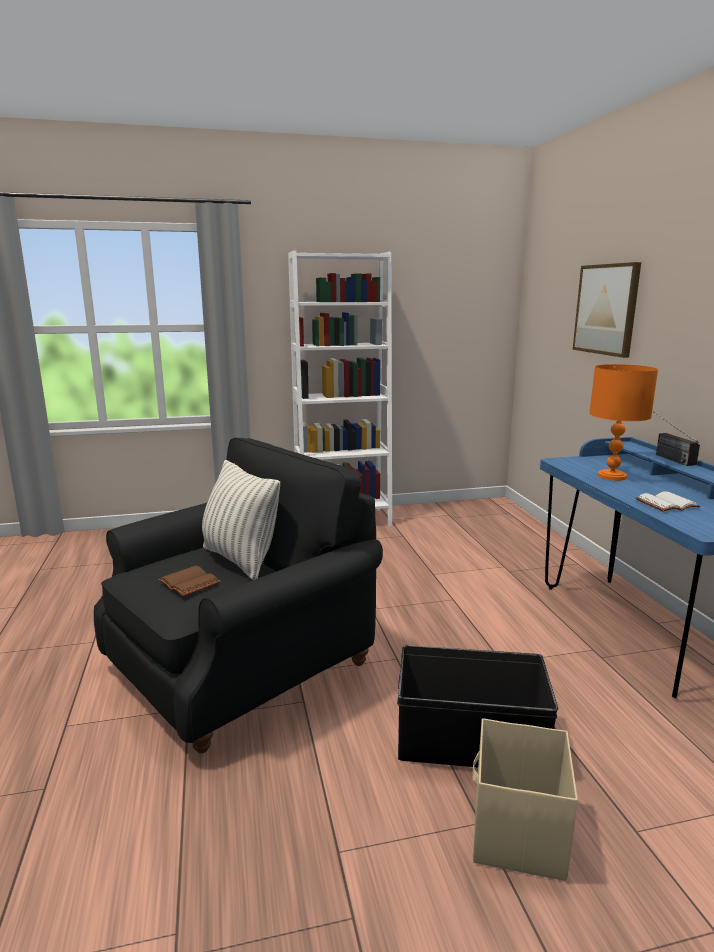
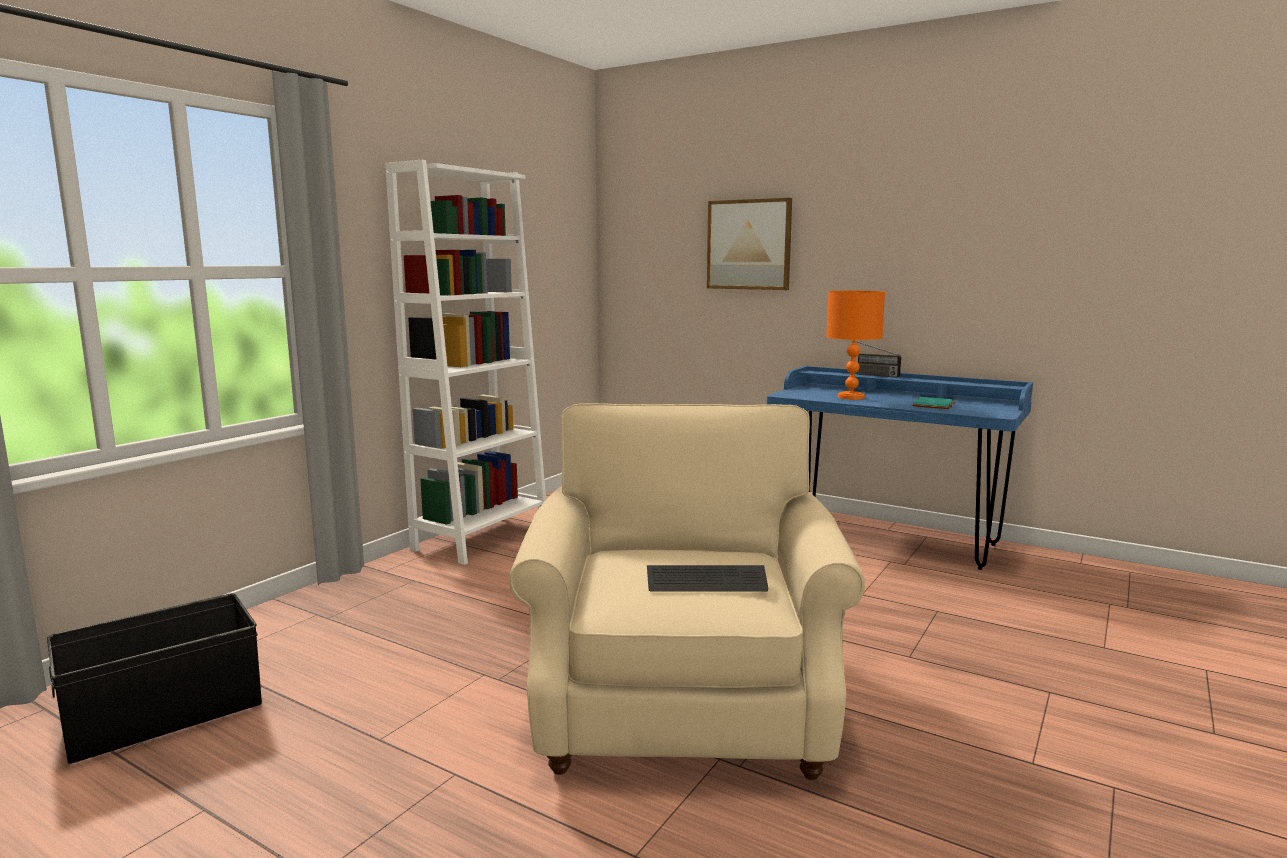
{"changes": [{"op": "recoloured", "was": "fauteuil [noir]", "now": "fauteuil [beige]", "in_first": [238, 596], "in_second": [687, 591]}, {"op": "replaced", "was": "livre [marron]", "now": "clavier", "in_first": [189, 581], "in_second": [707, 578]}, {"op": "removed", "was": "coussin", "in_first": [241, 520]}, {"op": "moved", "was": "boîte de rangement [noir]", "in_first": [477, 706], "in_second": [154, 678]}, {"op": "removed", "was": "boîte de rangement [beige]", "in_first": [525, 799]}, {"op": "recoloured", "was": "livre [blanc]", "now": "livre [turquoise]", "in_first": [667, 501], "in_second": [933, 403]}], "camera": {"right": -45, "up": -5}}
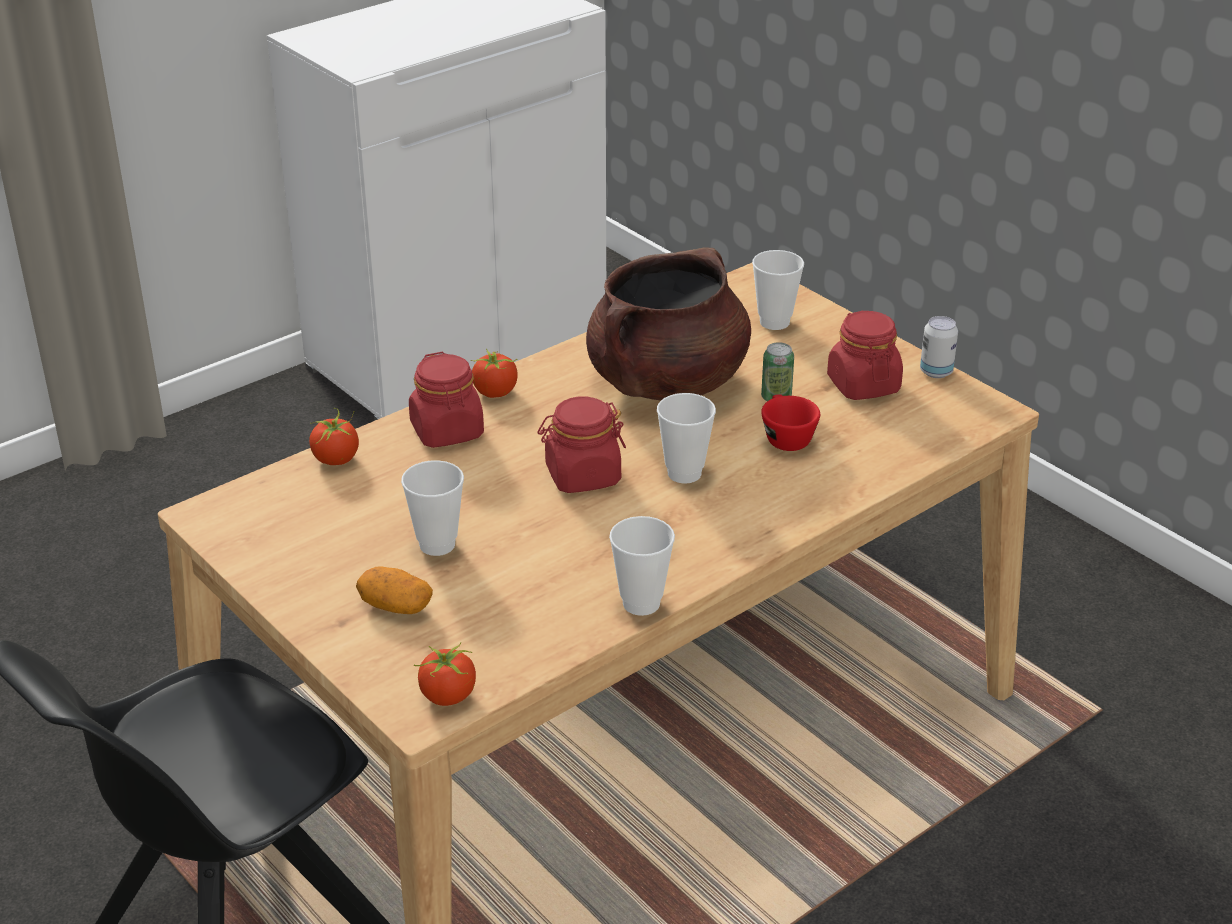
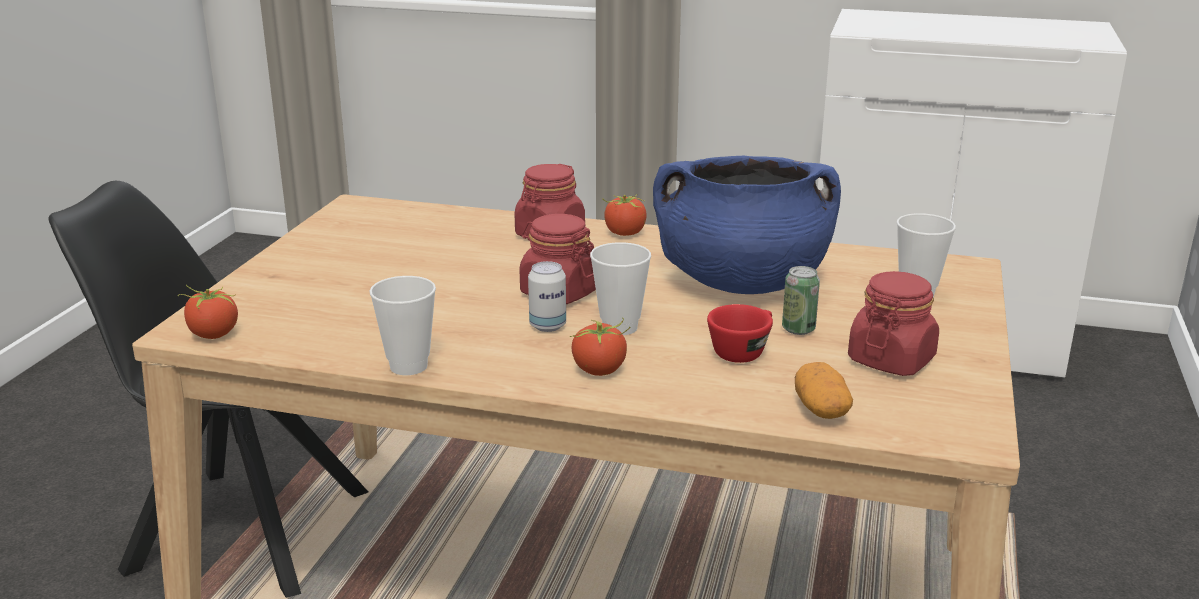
{"changes": [{"op": "moved", "was": "tomate", "in_first": [334, 436], "in_second": [599, 346]}, {"op": "moved", "was": "pomme de terre", "in_first": [394, 590], "in_second": [824, 390]}, {"op": "removed", "was": "tasse", "in_first": [432, 508]}, {"op": "recoloured", "was": "marmite [marron]", "now": "marmite [bleu]", "in_first": [668, 324], "in_second": [747, 225]}, {"op": "moved", "was": "boîte métallique", "in_first": [939, 347], "in_second": [547, 296]}], "camera": {"right": 55, "up": -10}}
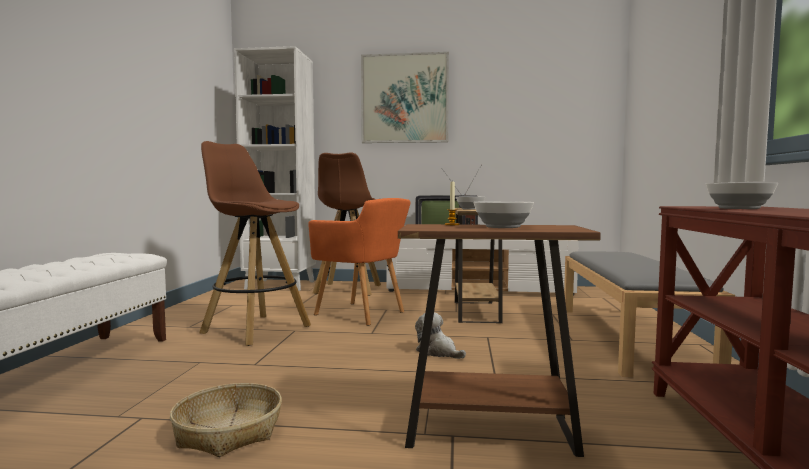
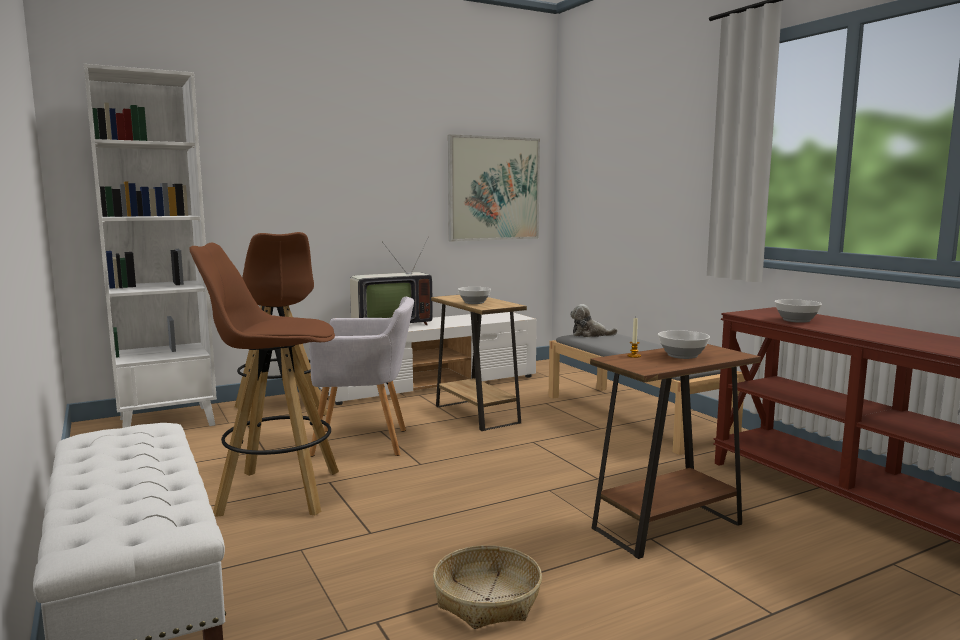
{"changes": [{"op": "recoloured", "was": "fauteuil [orange]", "now": "fauteuil [gris]", "in_first": [359, 261], "in_second": [361, 377]}, {"op": "moved", "was": "tableau", "in_first": [405, 97], "in_second": [494, 188]}, {"op": "moved", "was": "peluche", "in_first": [440, 335], "in_second": [594, 320]}], "camera": {"right": -35, "up": 5}}
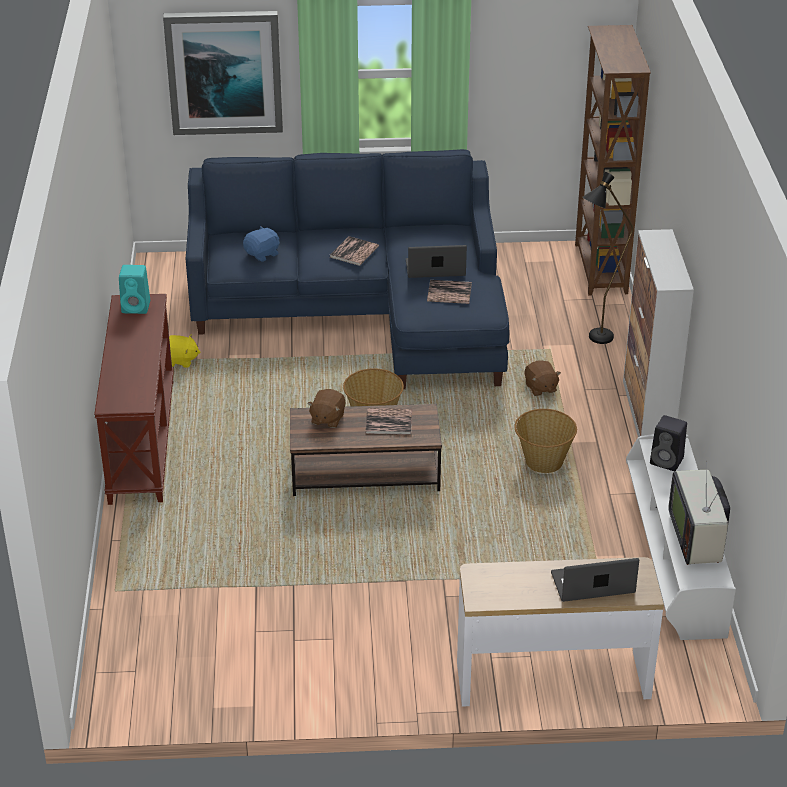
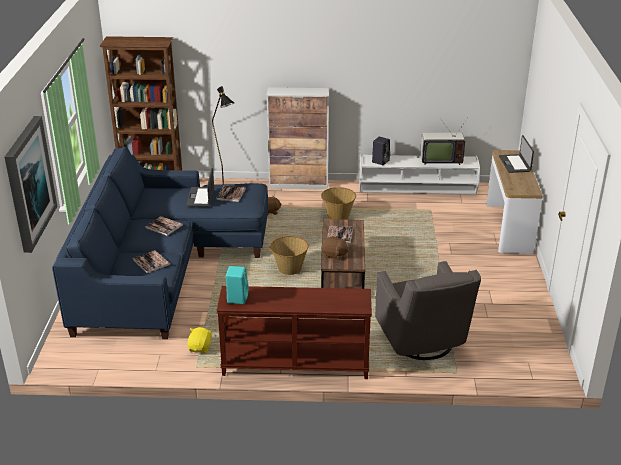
{"changes": [{"op": "replaced", "was": "peluche [bleu]", "now": "livre", "in_first": [261, 244], "in_second": [151, 261]}, {"op": "added", "now": "fauteuil [gris]", "in_second": [428, 310]}], "camera": {"right": -85, "up": -5}}
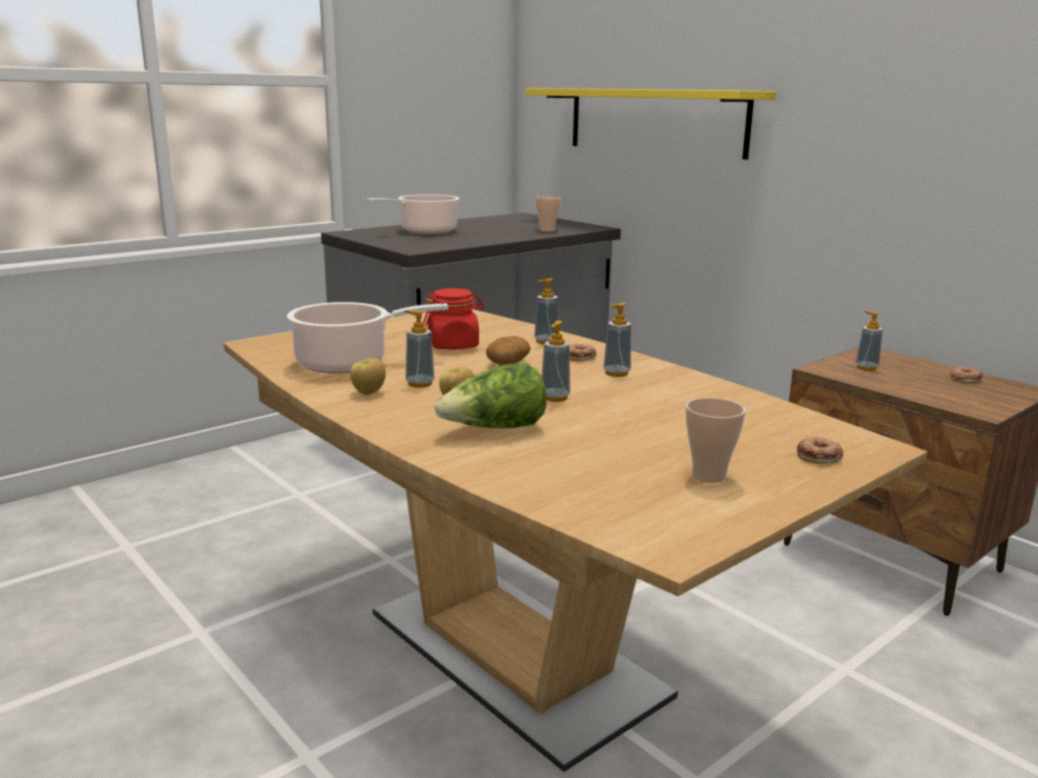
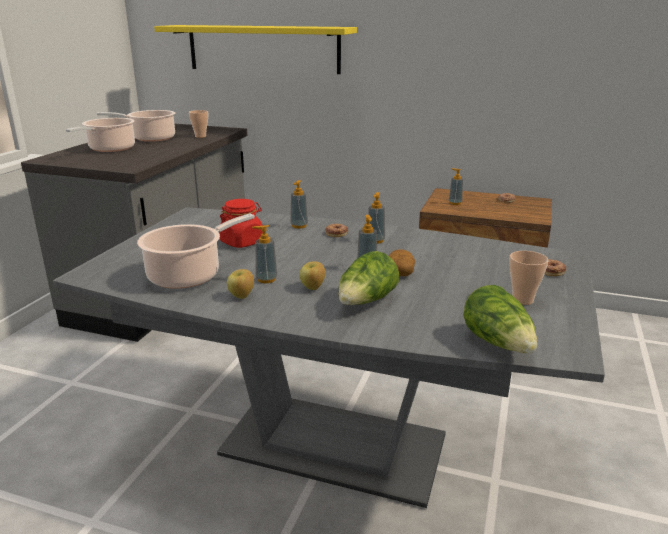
{"changes": [{"op": "recoloured", "was": "table à manger [marron]", "now": "table à manger [gris]", "in_first": [575, 540], "in_second": [329, 357]}, {"op": "moved", "was": "pomme de terre", "in_first": [508, 351], "in_second": [402, 262]}, {"op": "added", "now": "marmite", "in_second": [136, 126]}, {"op": "added", "now": "laitue", "in_second": [500, 319]}], "camera": {"right": -30, "up": 5}}
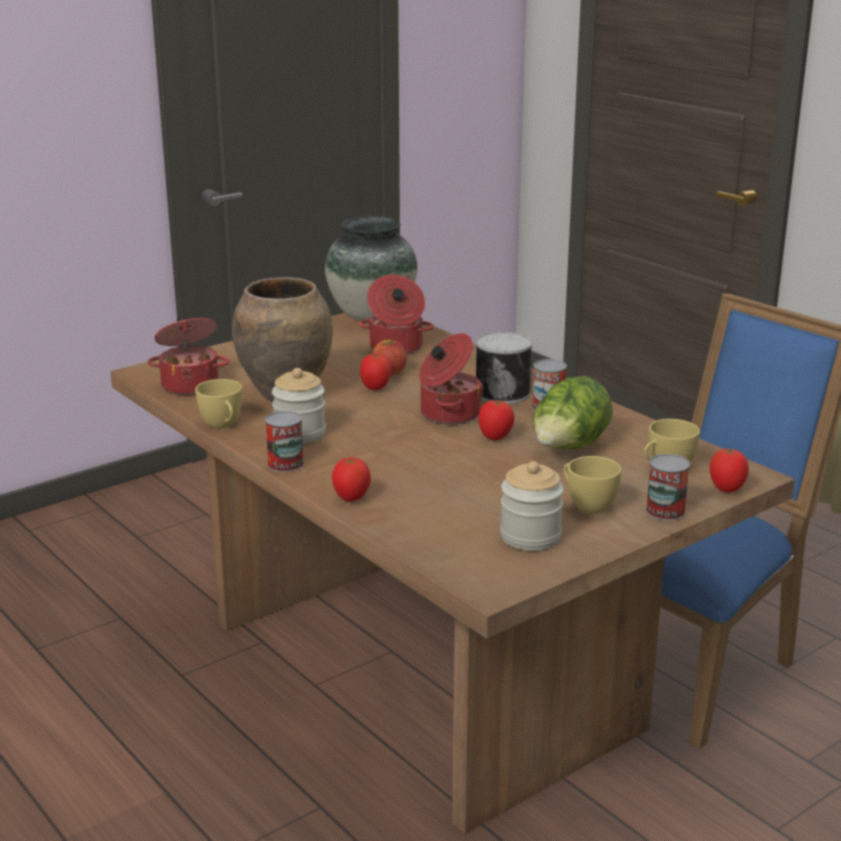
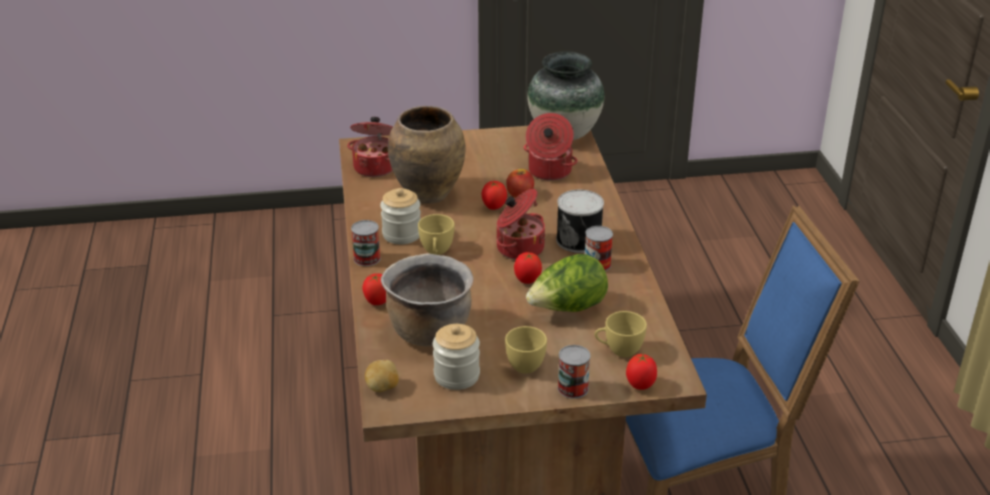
{"changes": [{"op": "moved", "was": "tasse [jaune]", "in_first": [218, 404], "in_second": [436, 234]}, {"op": "added", "now": "pomme de terre", "in_second": [382, 376]}, {"op": "added", "now": "marmite [marron]", "in_second": [427, 300]}], "camera": {"right": 30, "up": 10}}
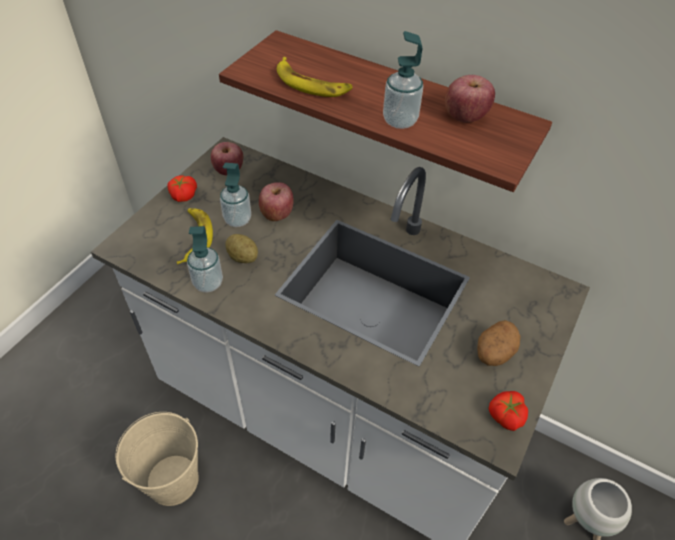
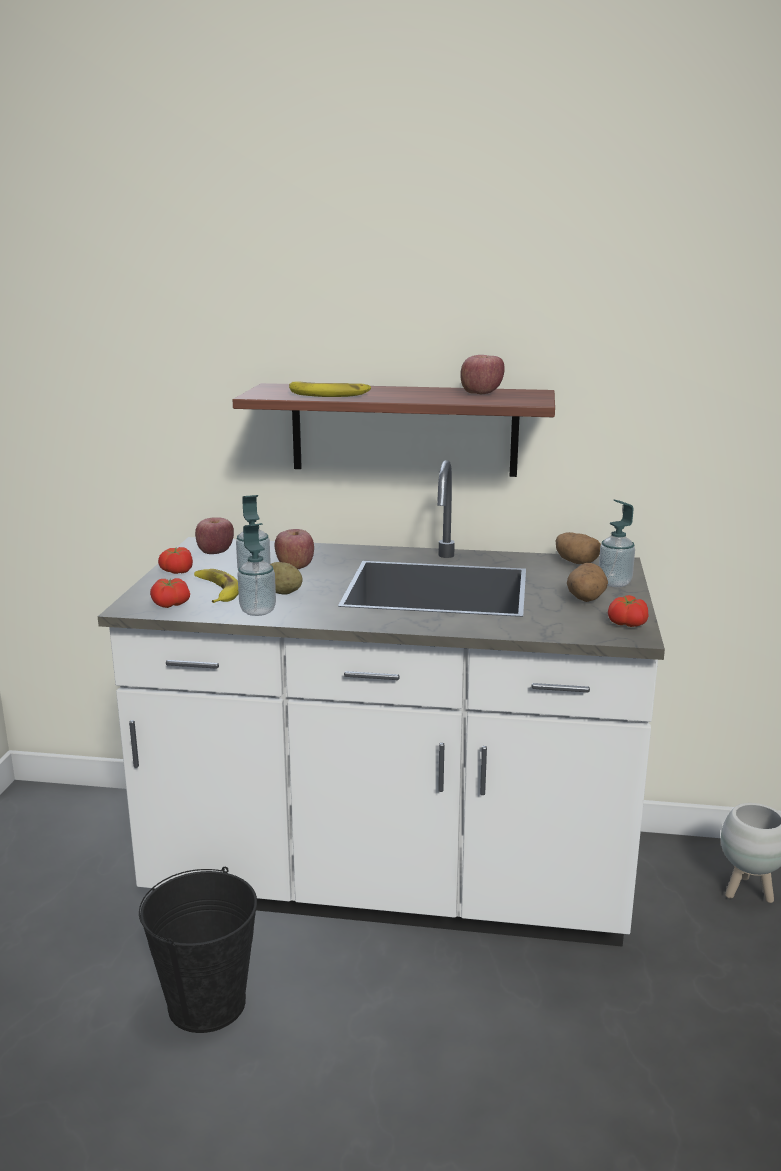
{"changes": [{"op": "recoloured", "was": "seau [beige]", "now": "seau [noir]", "in_first": [157, 459], "in_second": [198, 950]}, {"op": "moved", "was": "distributeur de savon", "in_first": [403, 80], "in_second": [617, 543]}, {"op": "added", "now": "tomate", "in_second": [170, 593]}, {"op": "added", "now": "pomme de terre", "in_second": [578, 548]}], "camera": {"right": -20, "up": -30}}
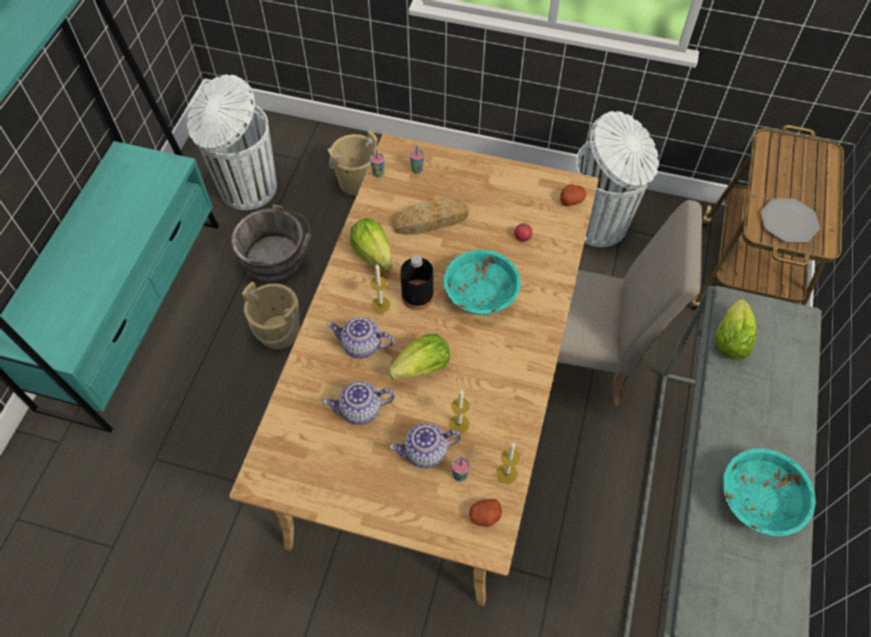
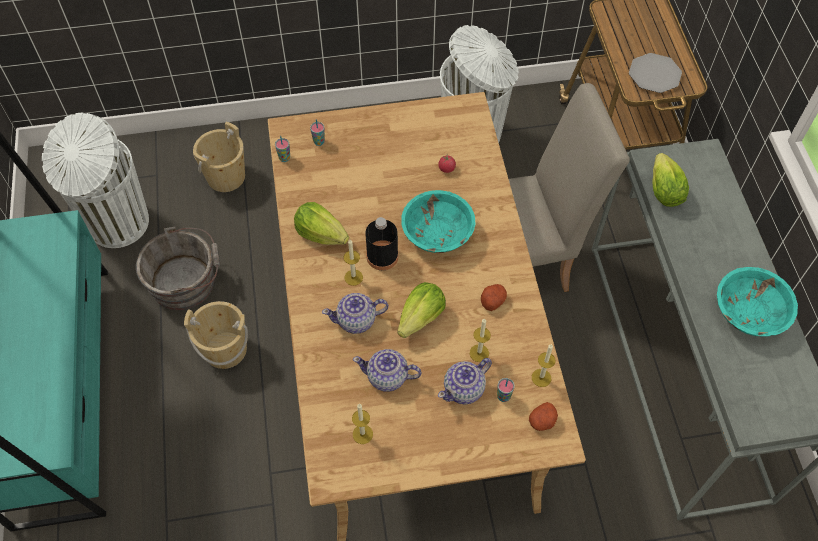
{"changes": [{"op": "turned", "was": "théière", "in_first": [359, 403], "in_second": [387, 370], "clockwise": 45}, {"op": "removed", "was": "pain", "in_first": [431, 216]}, {"op": "moved", "was": "pomme de terre", "in_first": [573, 195], "in_second": [494, 297]}, {"op": "added", "now": "bougie", "in_second": [362, 424]}], "camera": {"right": -25, "up": 0}}
